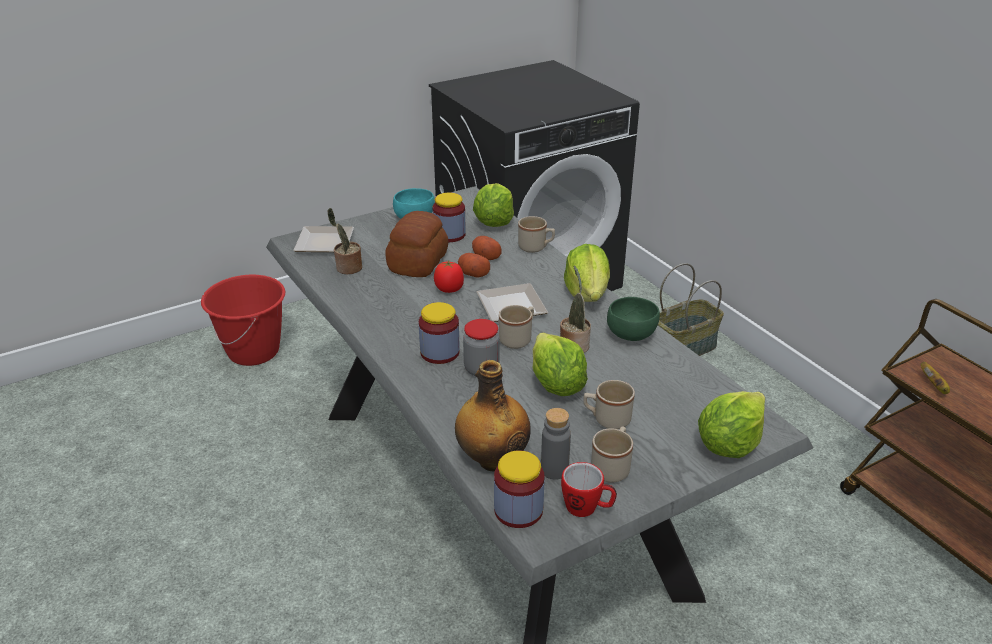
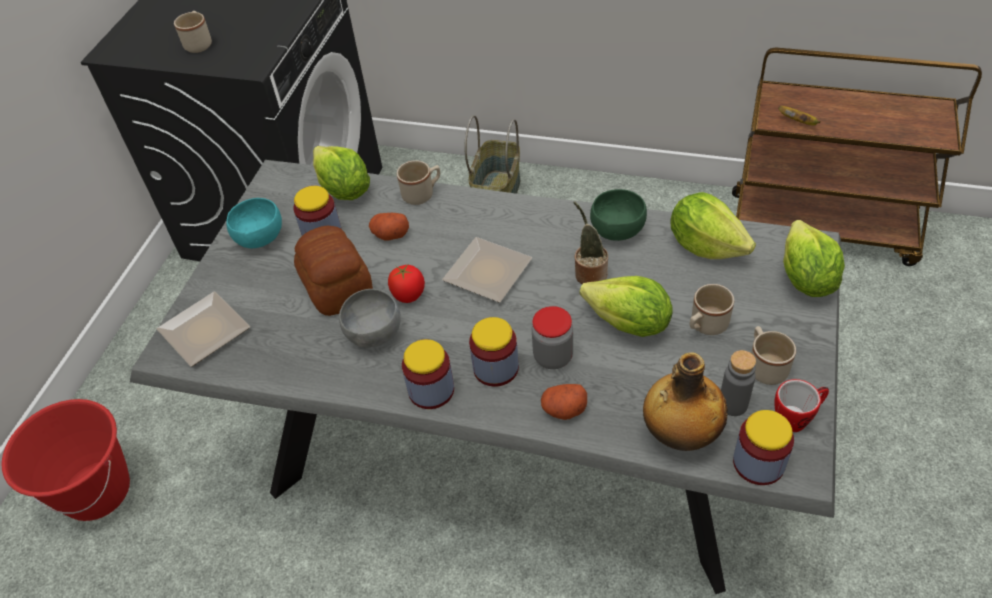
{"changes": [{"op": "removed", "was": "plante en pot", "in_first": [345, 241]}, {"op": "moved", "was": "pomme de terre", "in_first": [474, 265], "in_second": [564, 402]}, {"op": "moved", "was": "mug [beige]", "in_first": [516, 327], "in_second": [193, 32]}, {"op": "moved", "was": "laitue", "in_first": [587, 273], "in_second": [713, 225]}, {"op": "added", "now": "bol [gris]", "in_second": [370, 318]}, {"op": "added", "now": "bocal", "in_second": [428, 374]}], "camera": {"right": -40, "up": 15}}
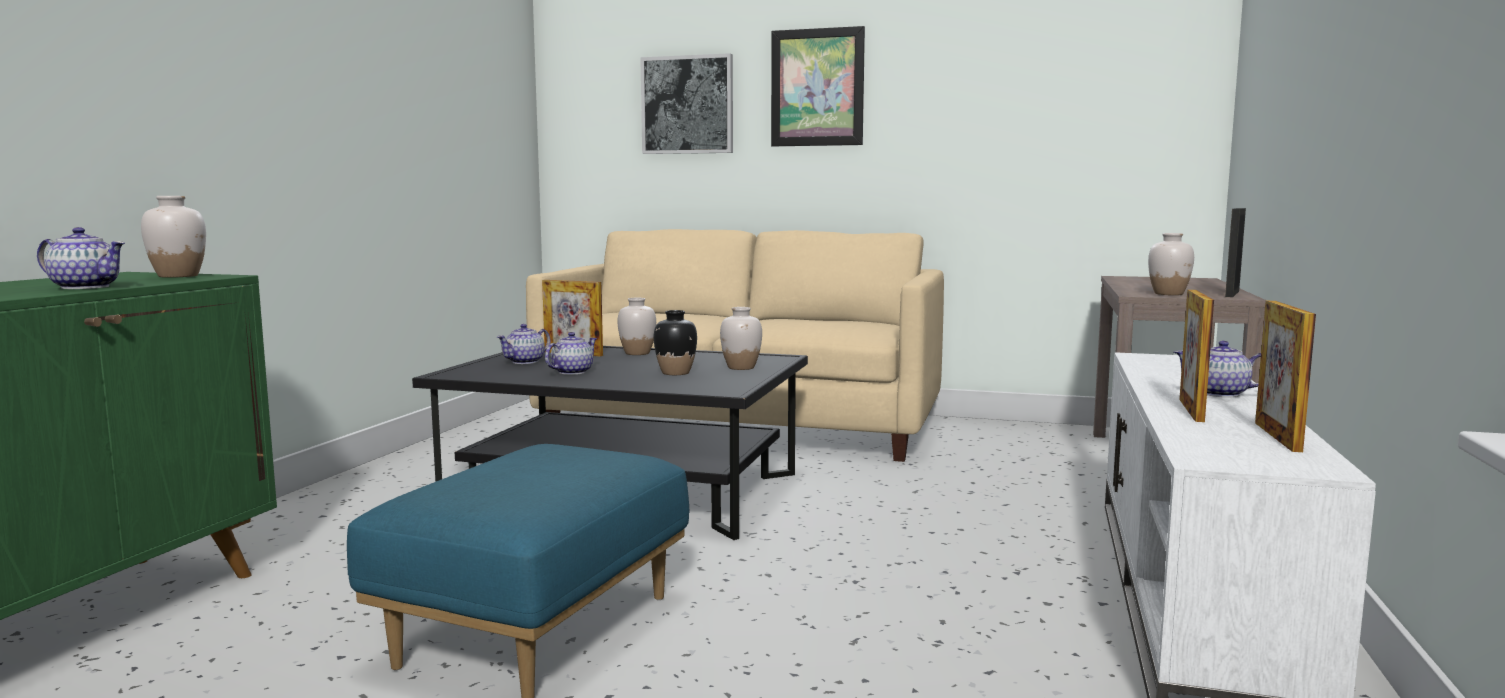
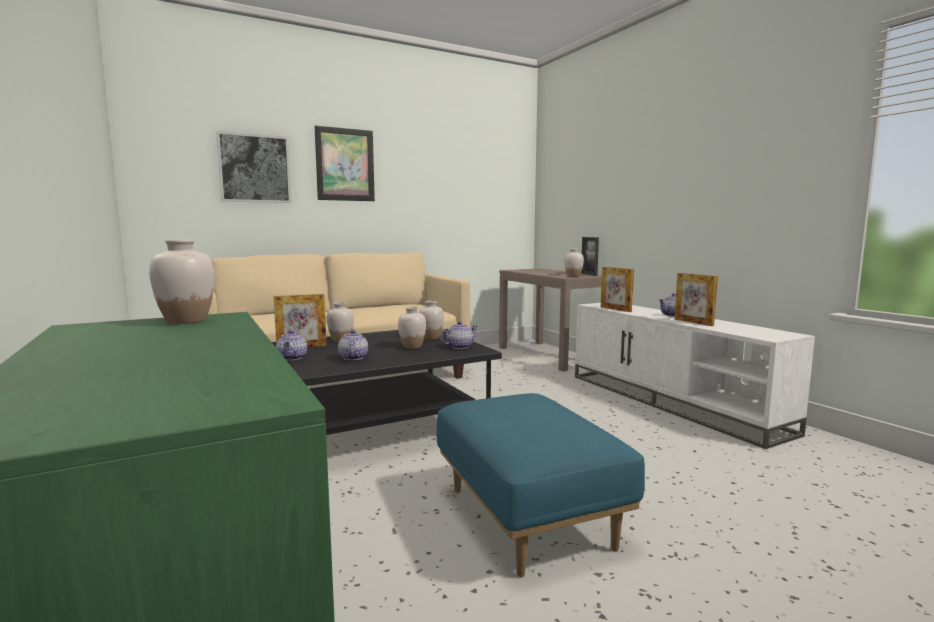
{"changes": [{"op": "moved", "was": "théière", "in_first": [81, 258], "in_second": [459, 335]}, {"op": "recoloured", "was": "vase [noir]", "now": "vase [blanc]", "in_first": [675, 342], "in_second": [412, 328]}, {"op": "moved", "was": "cadre photo", "in_first": [1285, 376], "in_second": [617, 289]}], "camera": {"right": -45, "up": 0}}
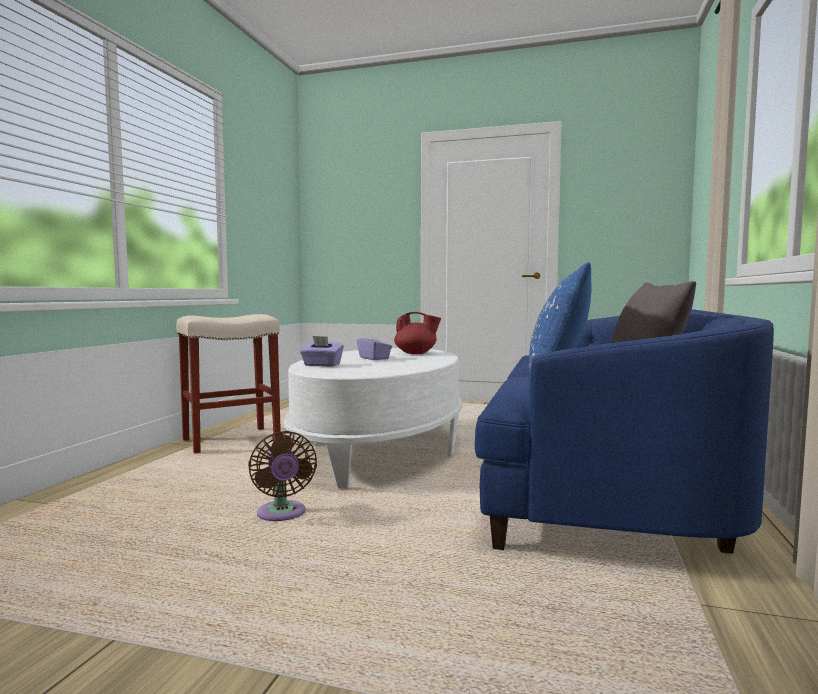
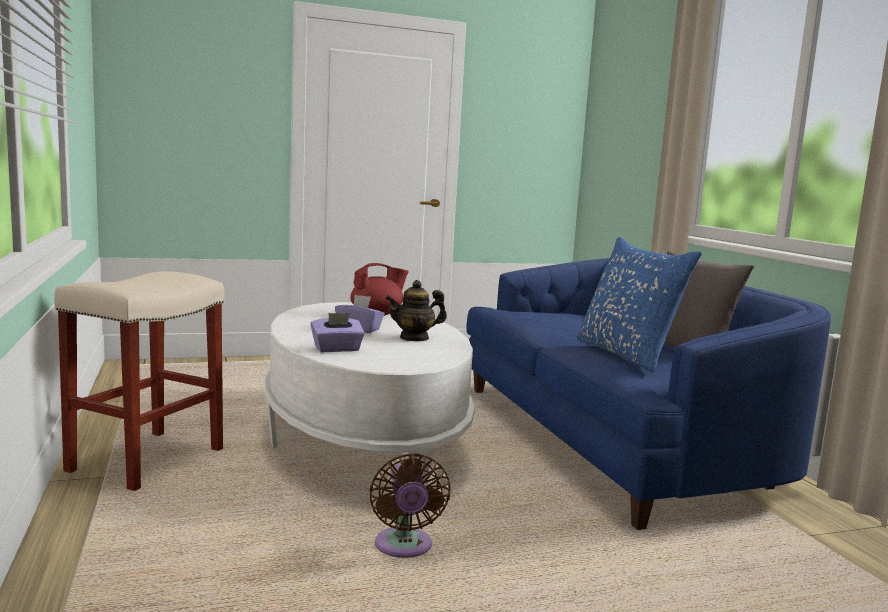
{"changes": [{"op": "turned", "was": "ventilateur [marron]", "in_first": [282, 476], "in_second": [409, 505], "clockwise": 45}, {"op": "added", "now": "théière", "in_second": [416, 311]}], "camera": {"right": -35, "up": 5}}
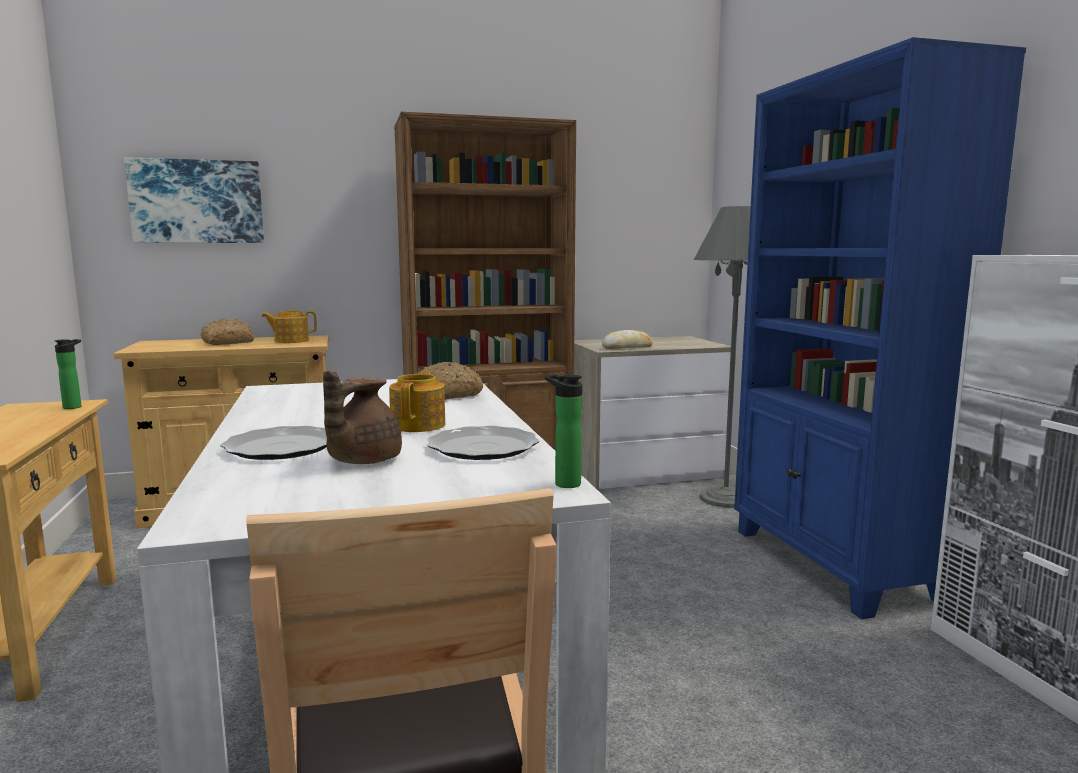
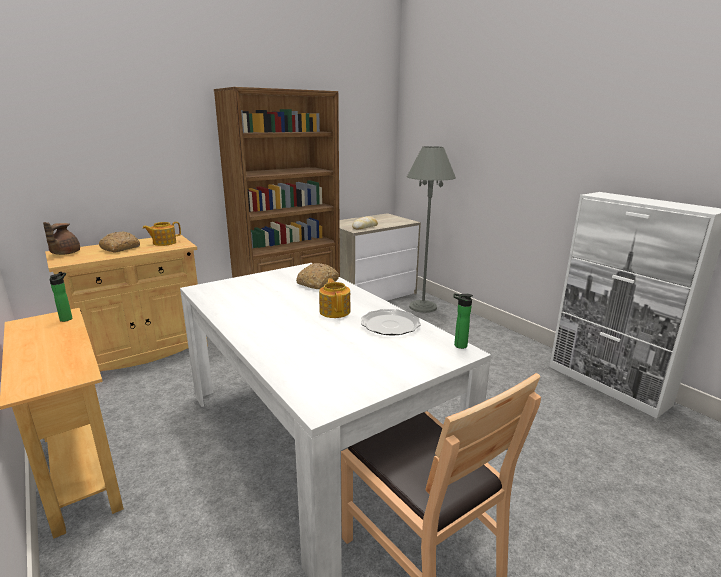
{"changes": [{"op": "removed", "was": "tableau", "in_first": [194, 200]}, {"op": "removed", "was": "assiette", "in_first": [273, 443]}, {"op": "moved", "was": "théière [marron]", "in_first": [362, 417], "in_second": [61, 238]}, {"op": "removed", "was": "bibliothèque [bleu]", "in_first": [880, 328]}], "camera": {"right": -20, "up": 10}}
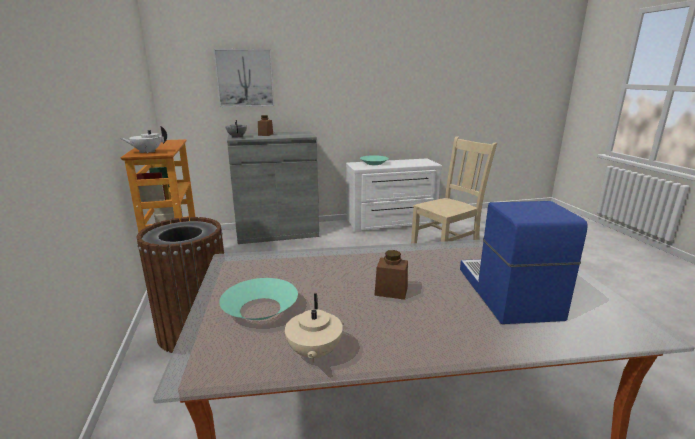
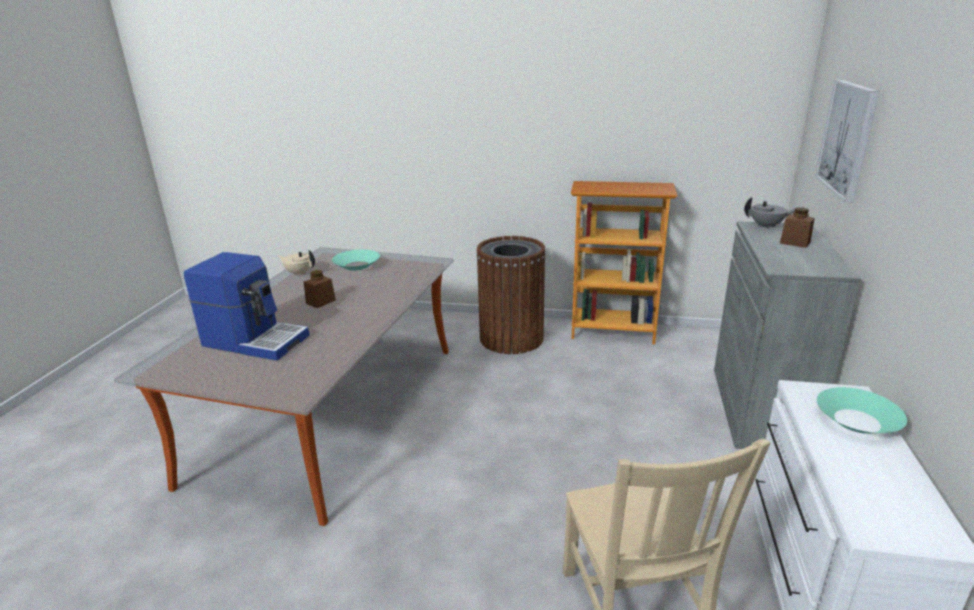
{"changes": [{"op": "removed", "was": "théière [blanc]", "in_first": [143, 140]}], "camera": {"right": 115, "up": 5}}
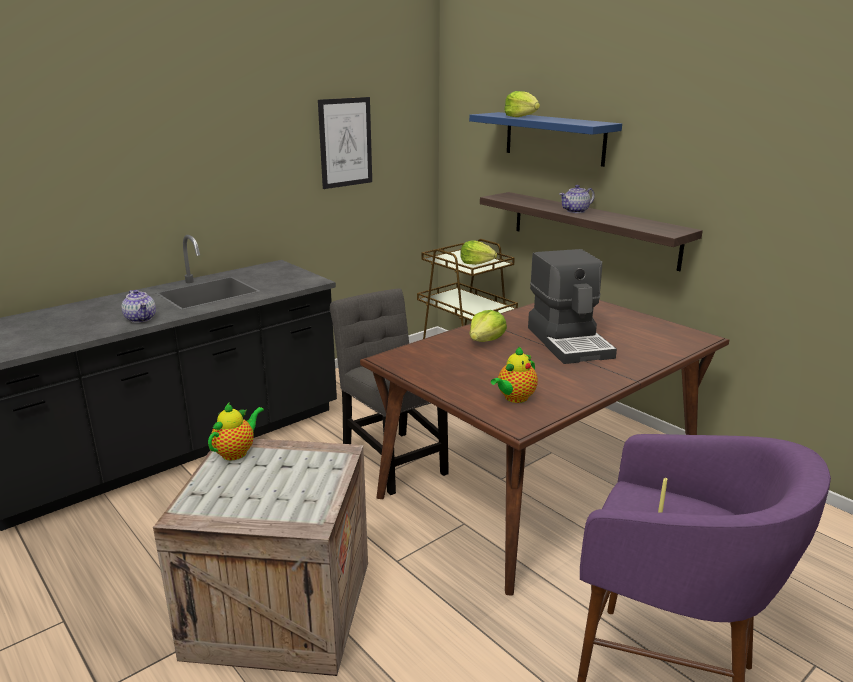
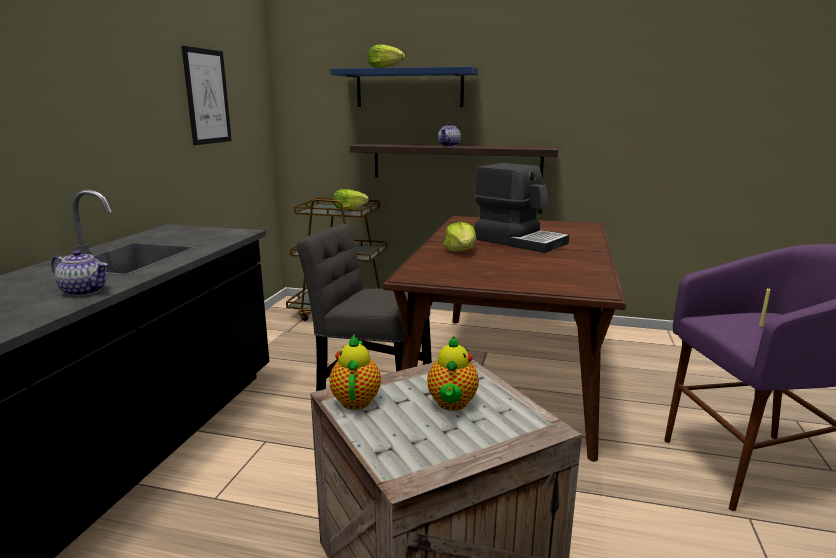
{"changes": [{"op": "moved", "was": "théière", "in_first": [514, 374], "in_second": [453, 373]}], "camera": {"right": -35, "up": -5}}
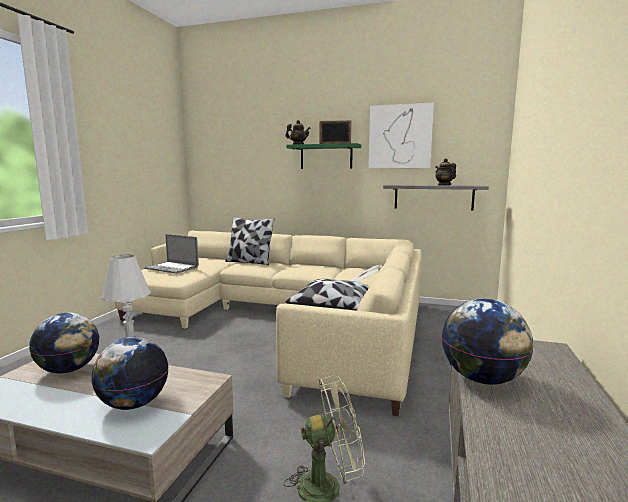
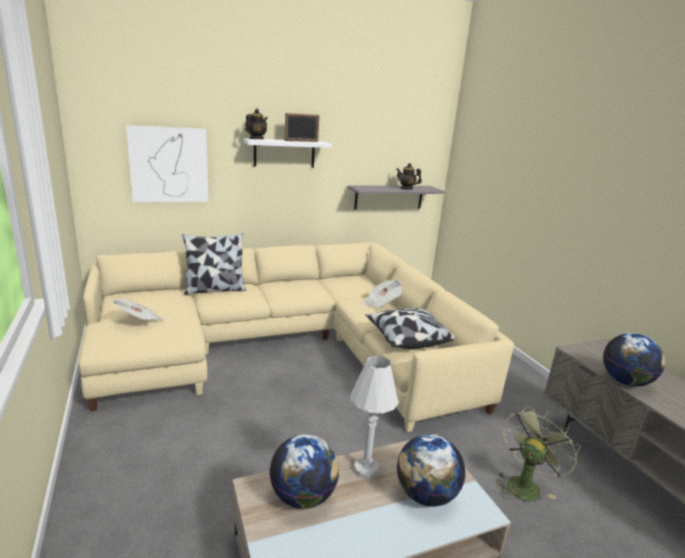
{"changes": [{"op": "replaced", "was": "ordinateur portable", "now": "journal", "in_first": [171, 254], "in_second": [138, 310]}, {"op": "recoloured", "was": "étagère [vert]", "now": "étagère [blanc]", "in_first": [323, 156], "in_second": [288, 153]}, {"op": "moved", "was": "tableau", "in_first": [401, 135], "in_second": [167, 163]}], "camera": {"right": -40, "up": 10}}
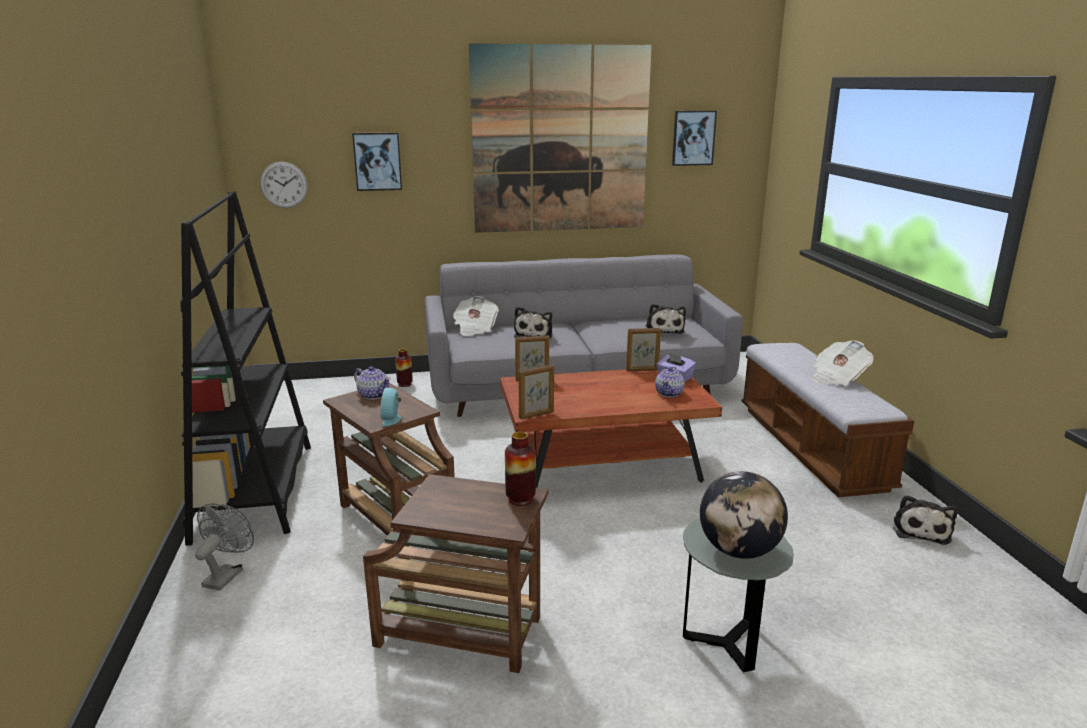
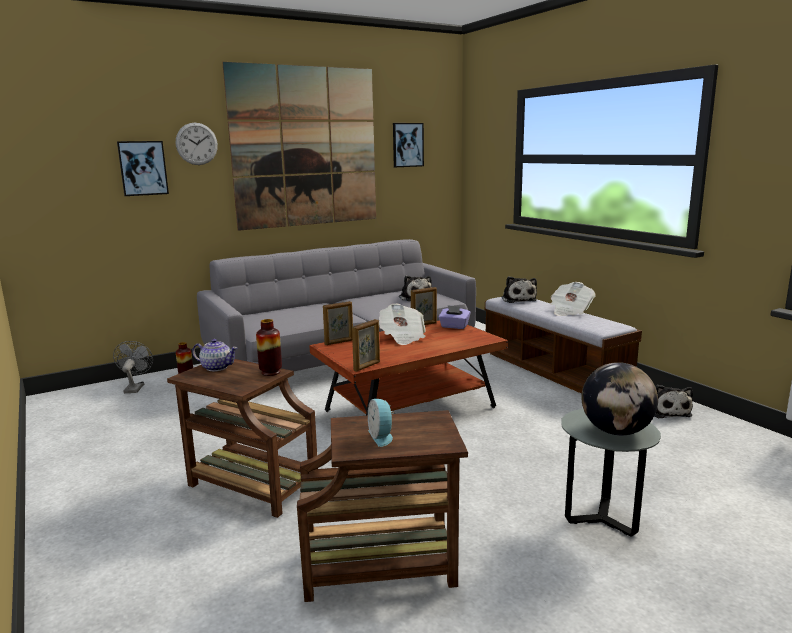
{"changes": [{"op": "removed", "was": "bibliothèque [noir]", "in_first": [245, 368]}, {"op": "moved", "was": "ventilateur [gris]", "in_first": [224, 547], "in_second": [133, 367]}, {"op": "moved", "was": "horloge murale", "in_first": [284, 185], "in_second": [197, 144]}, {"op": "moved", "was": "réveil", "in_first": [390, 406], "in_second": [381, 423]}, {"op": "moved", "was": "journal", "in_first": [476, 316], "in_second": [402, 324]}, {"op": "moved", "was": "vase", "in_first": [520, 469], "in_second": [269, 347]}, {"op": "moved", "was": "peluche", "in_first": [533, 322], "in_second": [519, 289]}, {"op": "removed", "was": "théière", "in_first": [670, 381]}], "camera": {"right": -20, "up": -5}}
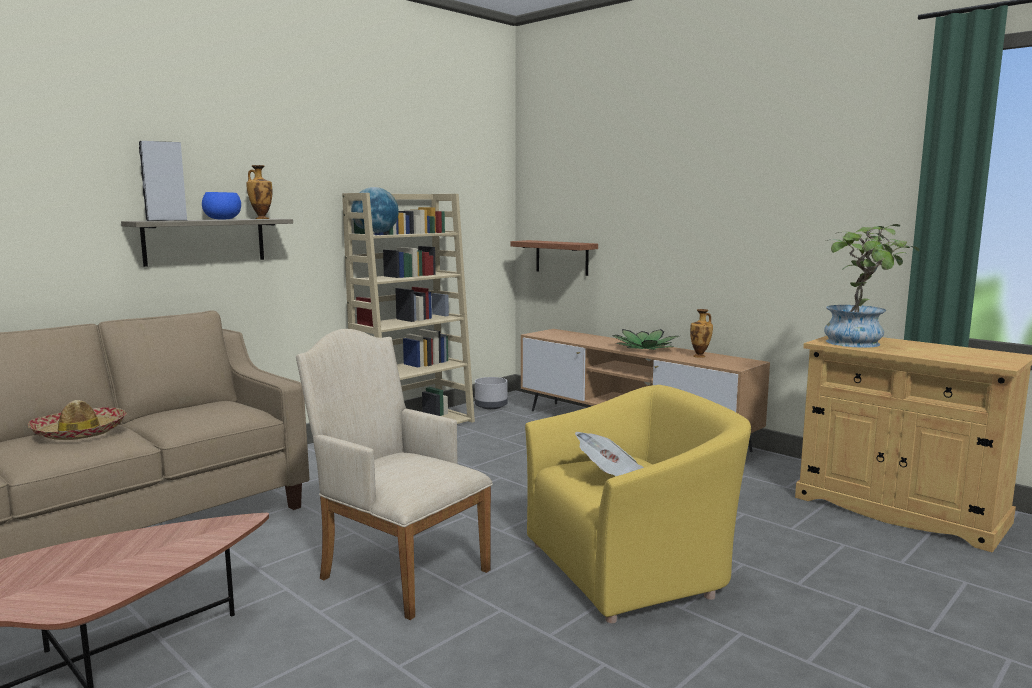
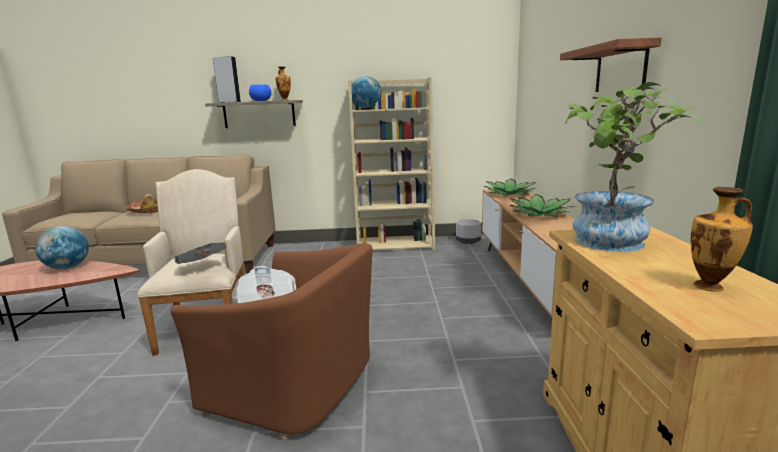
{"changes": [{"op": "moved", "was": "étagère", "in_first": [554, 258], "in_second": [611, 64]}, {"op": "recoloured", "was": "fauteuil [jaune]", "now": "fauteuil [marron]", "in_first": [638, 504], "in_second": [272, 341]}, {"op": "moved", "was": "vase", "in_first": [701, 333], "in_second": [722, 239]}, {"op": "added", "now": "globe", "in_second": [62, 247]}, {"op": "added", "now": "journal", "in_second": [201, 253]}, {"op": "added", "now": "plante en pot", "in_second": [509, 187]}], "camera": {"right": 45, "up": 5}}
